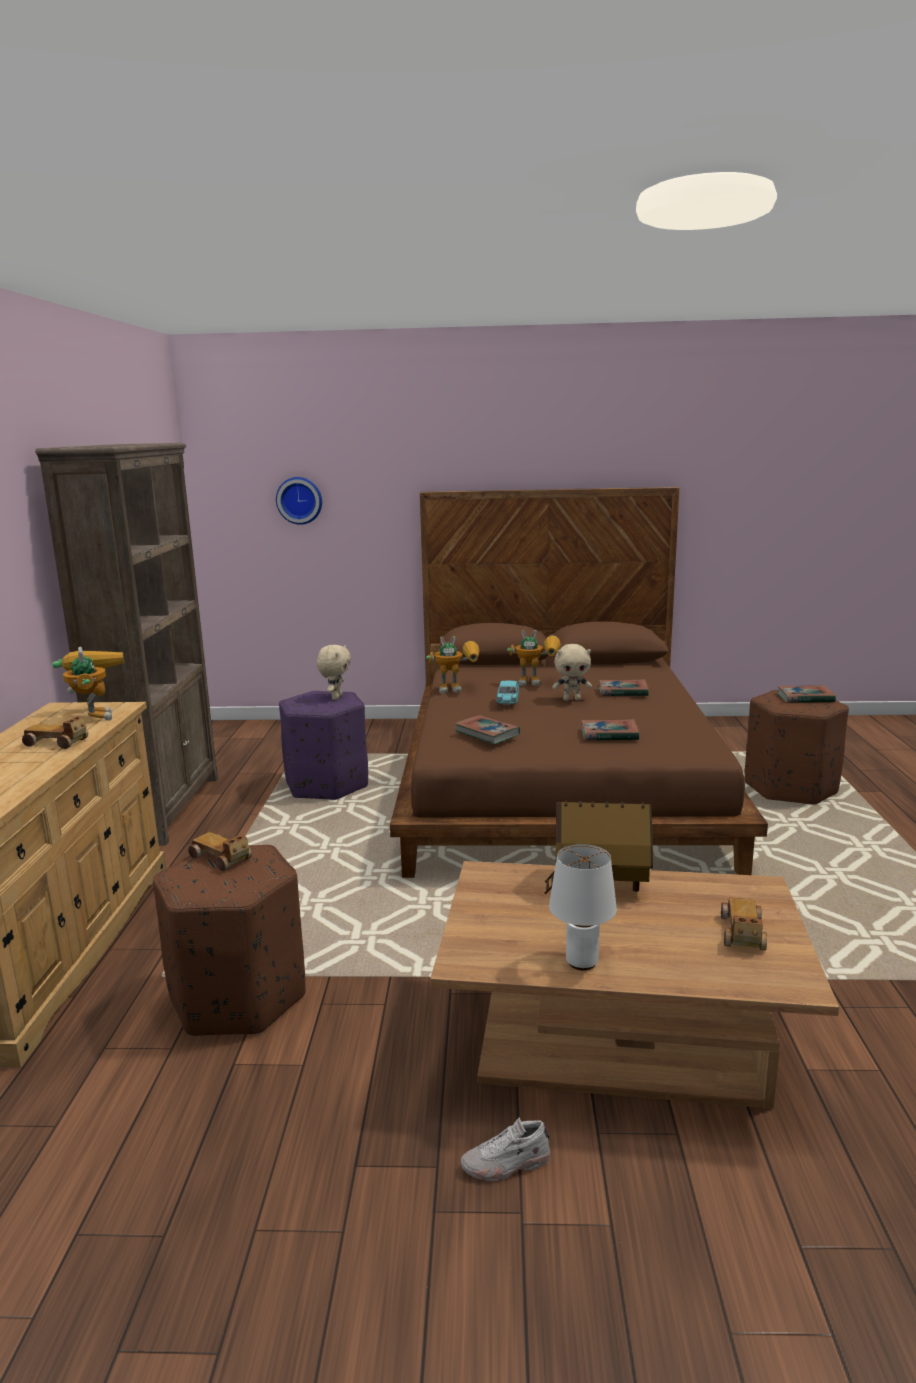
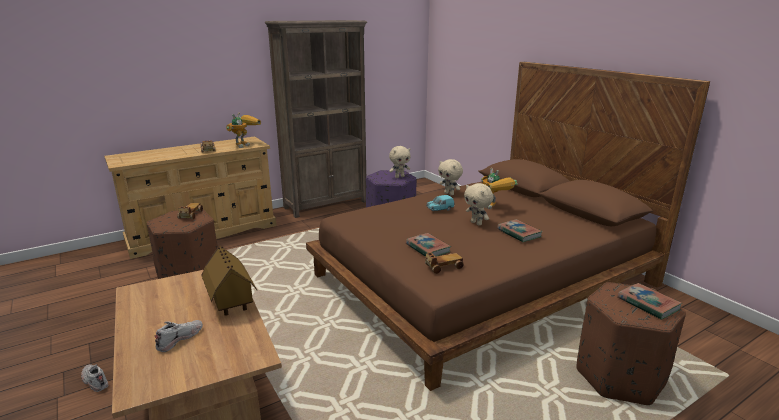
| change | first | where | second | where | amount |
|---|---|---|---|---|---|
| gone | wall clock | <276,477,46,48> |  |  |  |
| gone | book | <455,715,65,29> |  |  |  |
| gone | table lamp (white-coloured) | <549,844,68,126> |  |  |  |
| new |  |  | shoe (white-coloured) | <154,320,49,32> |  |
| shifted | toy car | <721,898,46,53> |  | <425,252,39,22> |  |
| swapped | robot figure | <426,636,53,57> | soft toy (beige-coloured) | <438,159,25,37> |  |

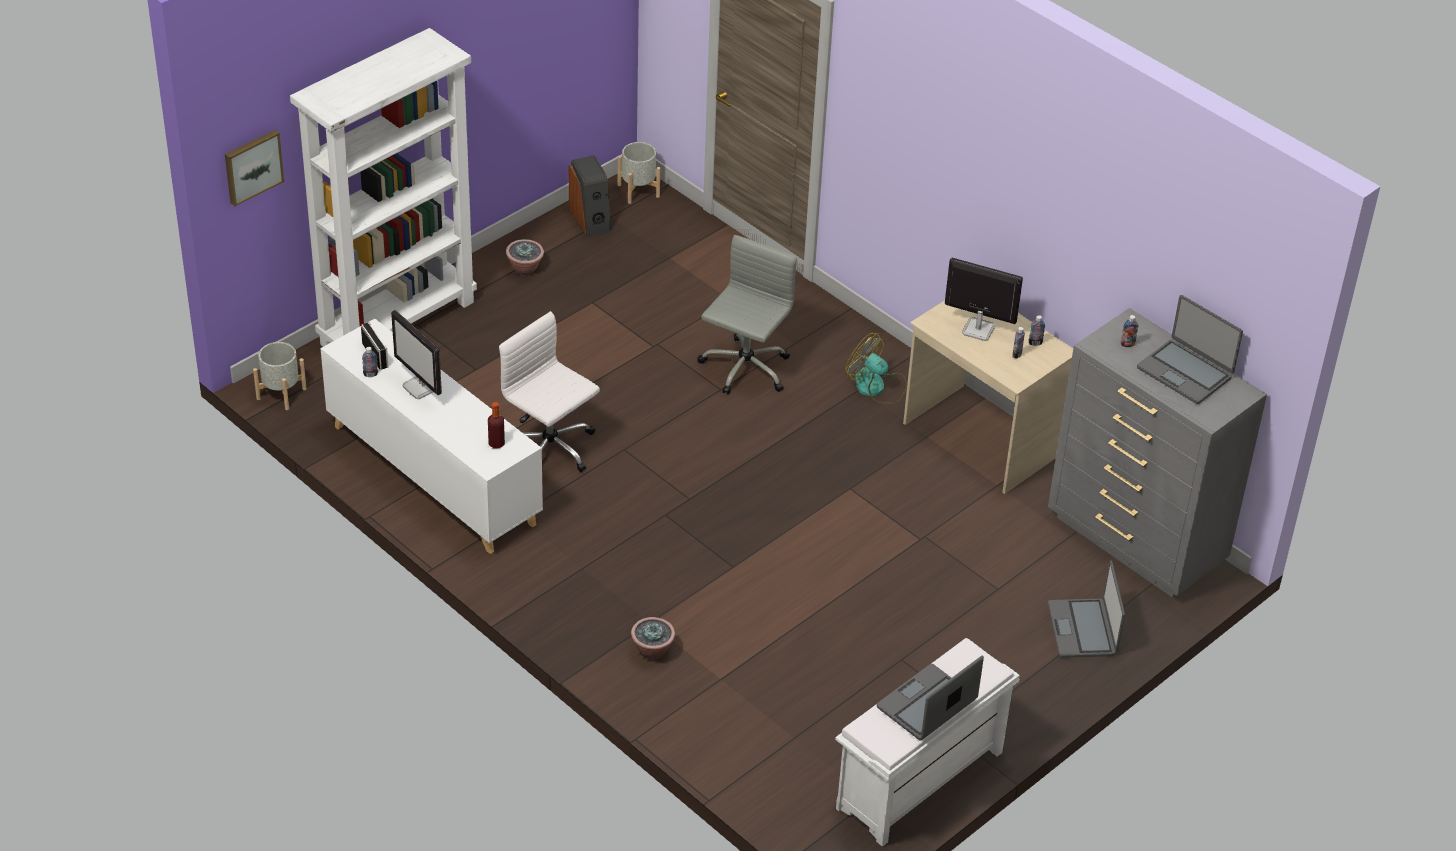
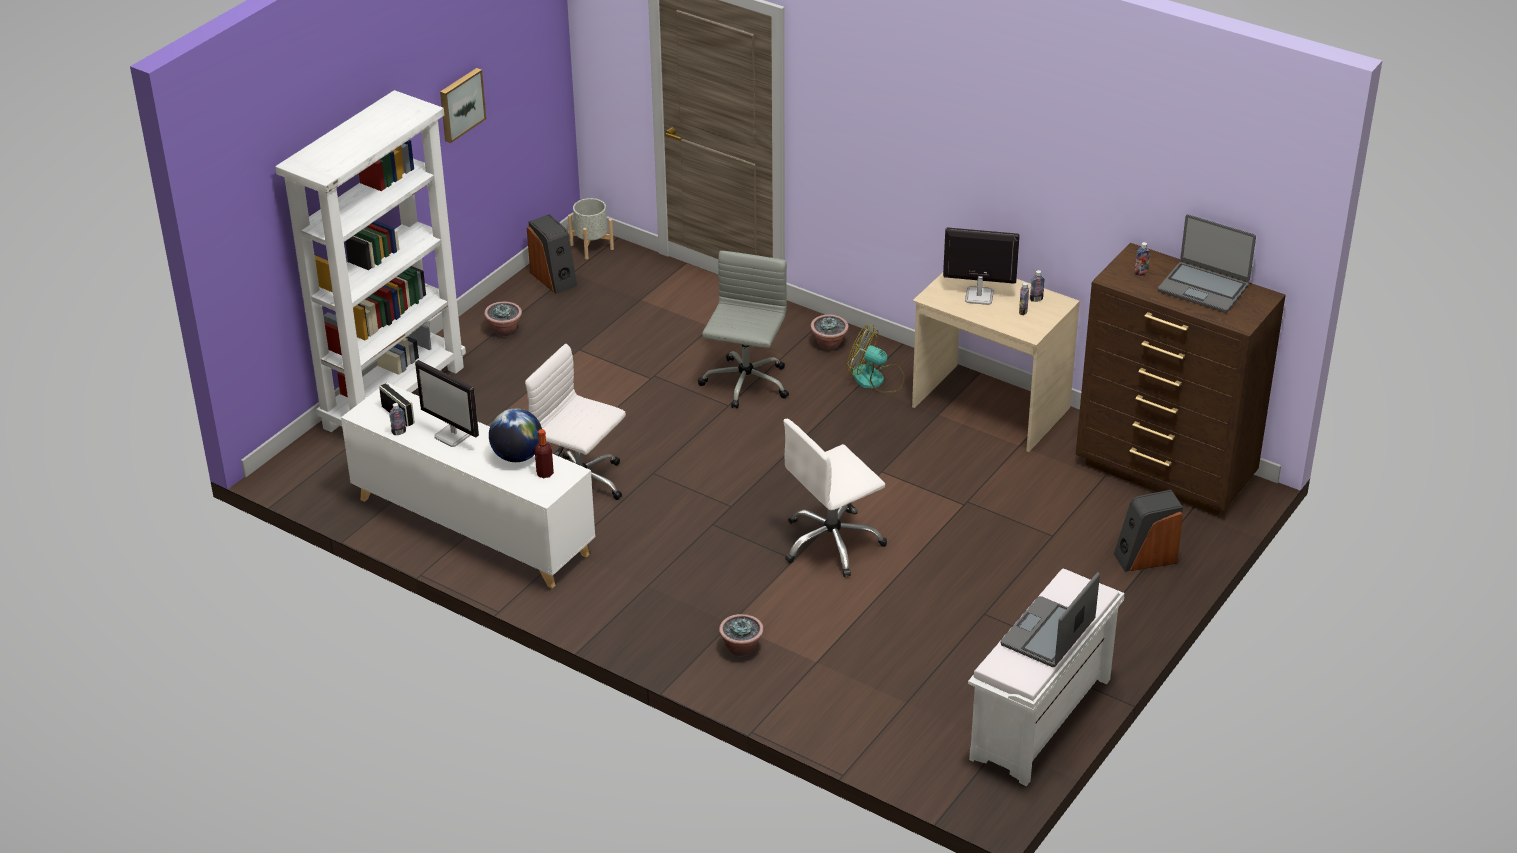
| change | first | where | second | where | amount |
|---|---|---|---|---|---|
| gone | plant pot (greyish) | <253,342,53,68> |  |  |  |
| new |  |  | desk globe | <489,408,53,54> |  |
| new |  |  | office chair (white-coloured) | <783,419,104,158> |  |
| new |  |  | potted plant | <811,314,38,36> |  |
| shifted | wall picture | <225,130,59,76> |  | <440,68,46,75> |  |
| swapped | portable computer | <1048,560,77,98> | loudspeaker | <1114,490,69,82> |  |
| repainted | dresser (greyish) | <1048,308,219,290> | dresser (brown-coloured) | <1076,243,210,272> |  |

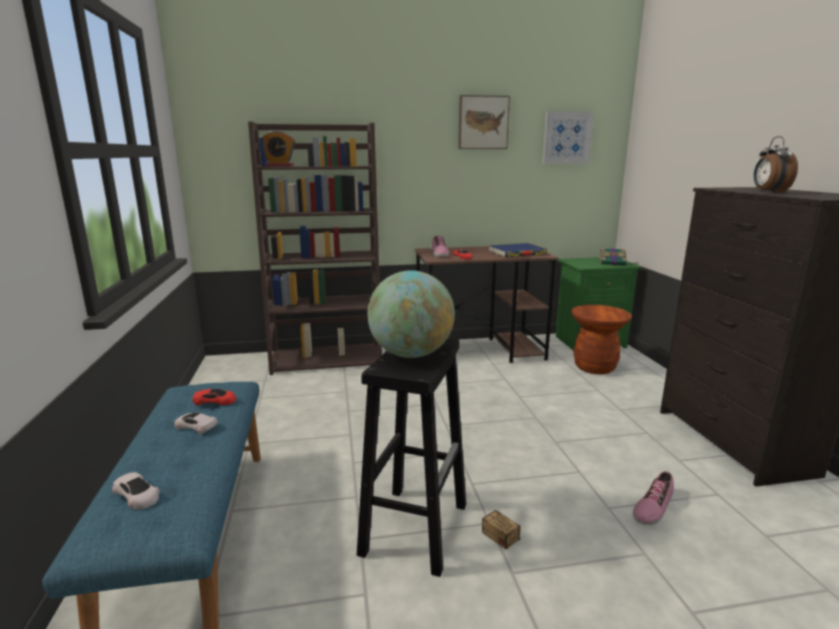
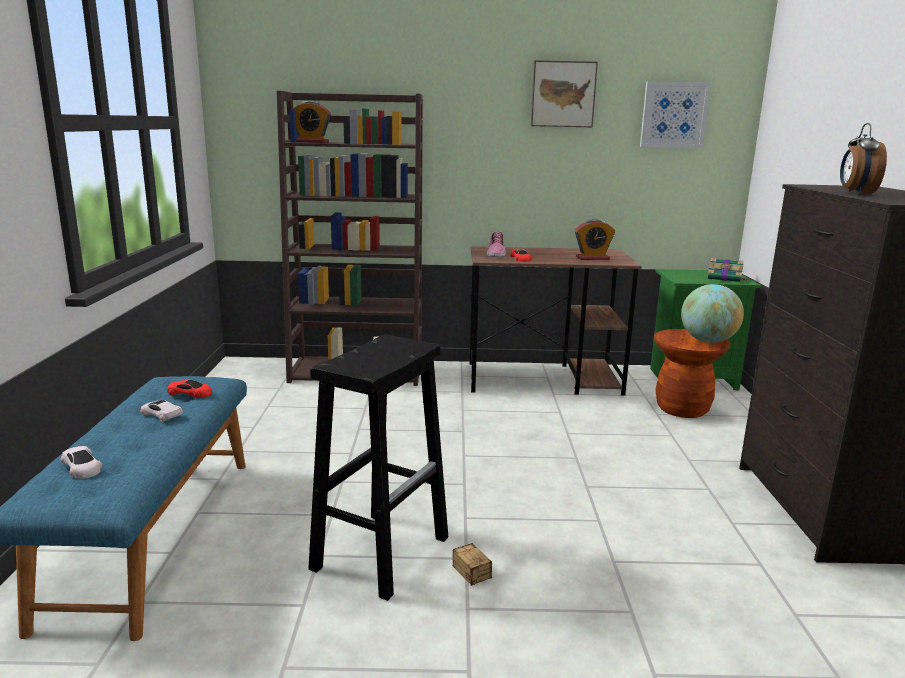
| change | first | where | second | where | amount |
|---|---|---|---|---|---|
| gone | shoe | <633,471,41,54> |  |  |  |
| shifted | desk globe | <367,270,88,88> |  | <681,284,63,59> |  |
| swapped | book (blue) | <489,243,58,14> | alarm clock | <575,219,40,41> |  |

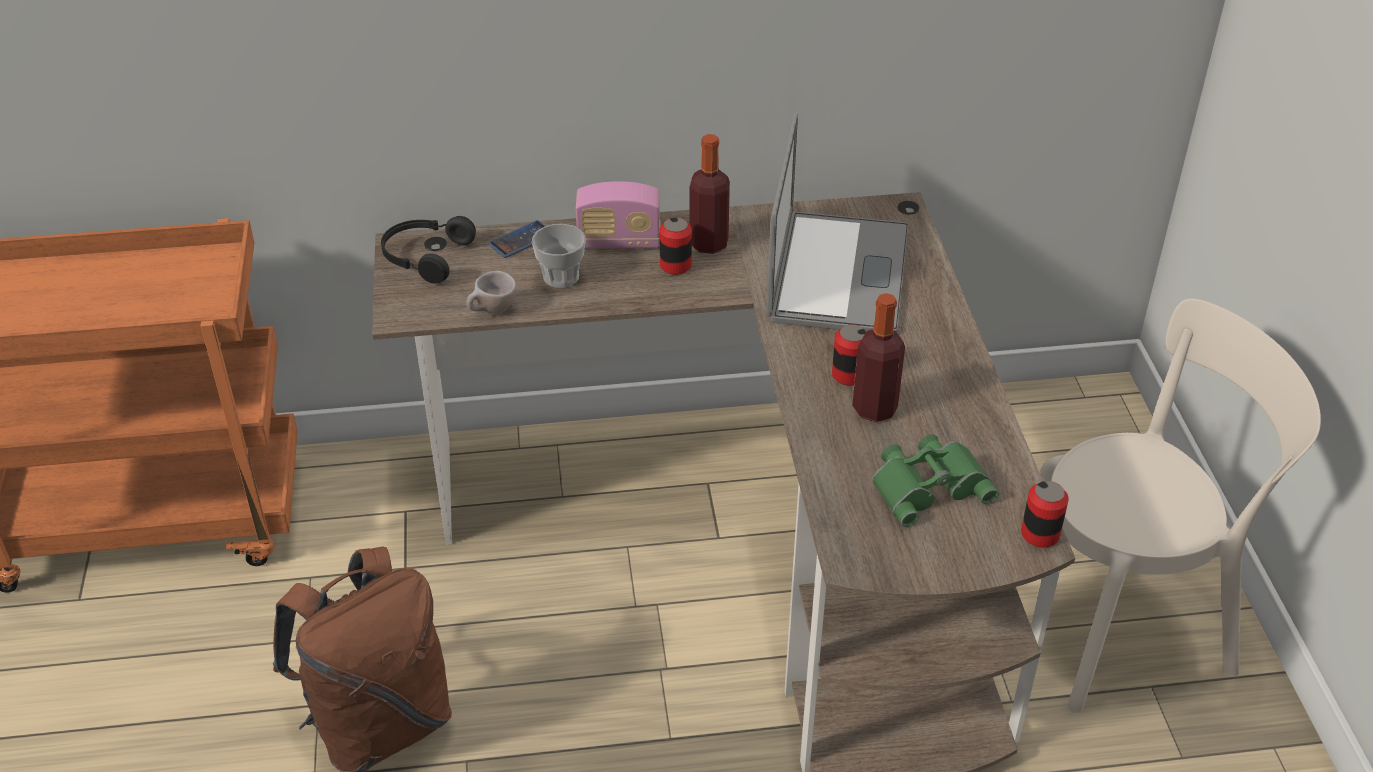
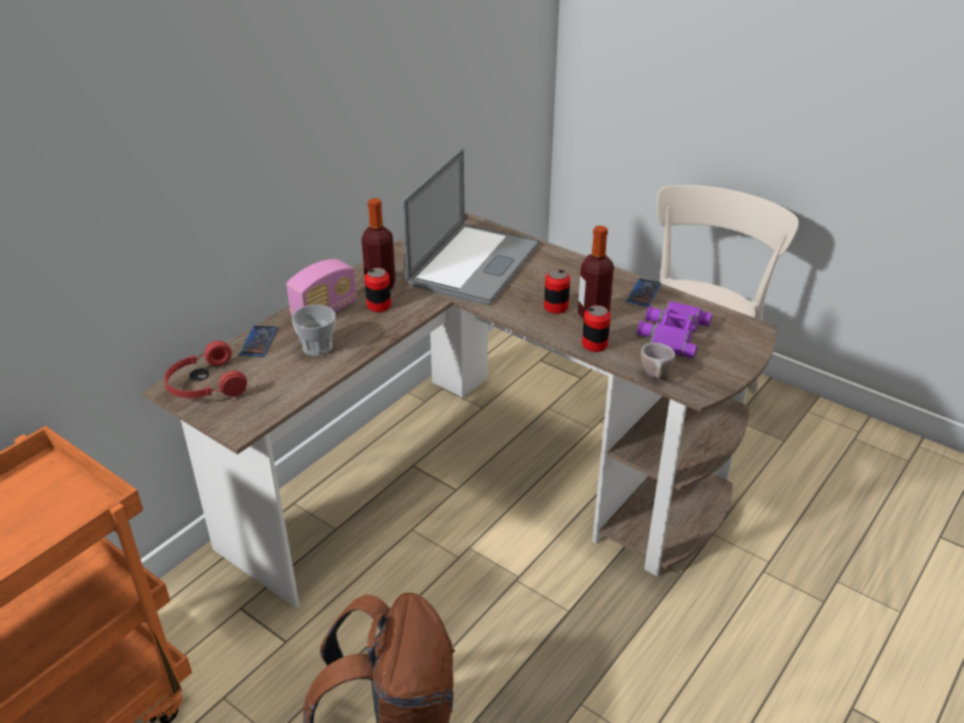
| change | first | where | second | where | amount |
|---|---|---|---|---|---|
| new |  |  | phone | <626,278,35,29> |  |
| shifted | drinking cup (beige-coloured) | <466,271,51,43> |  | <641,342,34,37> |  |
| shifted | metal can | <1021,481,48,66> |  | <582,305,29,47> |  |
| repainted | headset (black-coloured) | <381,216,95,68> | headset (red-coloured) | <164,341,83,57> |  |
| repainted | pair of binoculars (greenish) | <872,434,127,93> | pair of binoculars (purplish) | <637,301,75,58> |  |
| rotated | portable computer | <766,112,143,220> |  | <401,148,139,157> | 60 degrees clockwise |

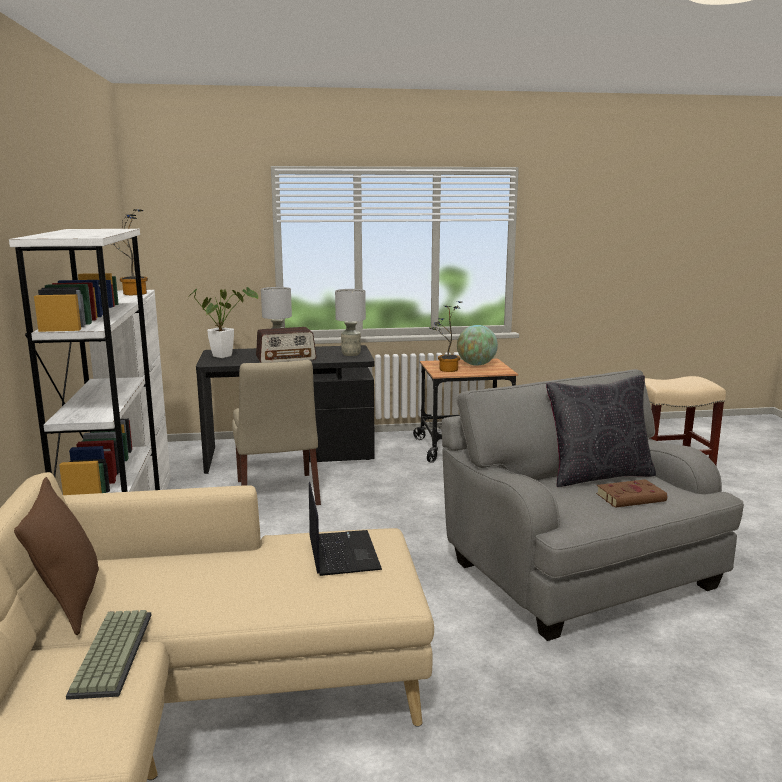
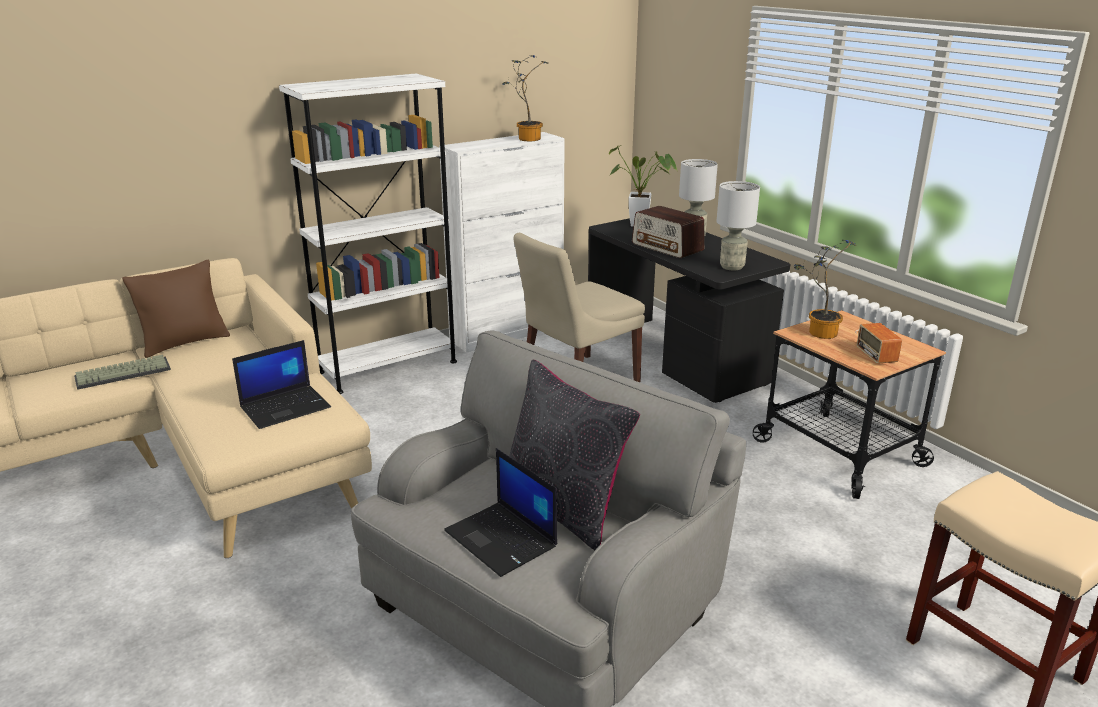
| change | first | where | second | where | amount |
|---|---|---|---|---|---|
| swapped | desk globe | <457,325,41,41> | radio set | <855,323,47,41> |  |
| swapped | book (brown-coloured) | <596,479,71,29> | portable computer | <444,448,113,129> |  |

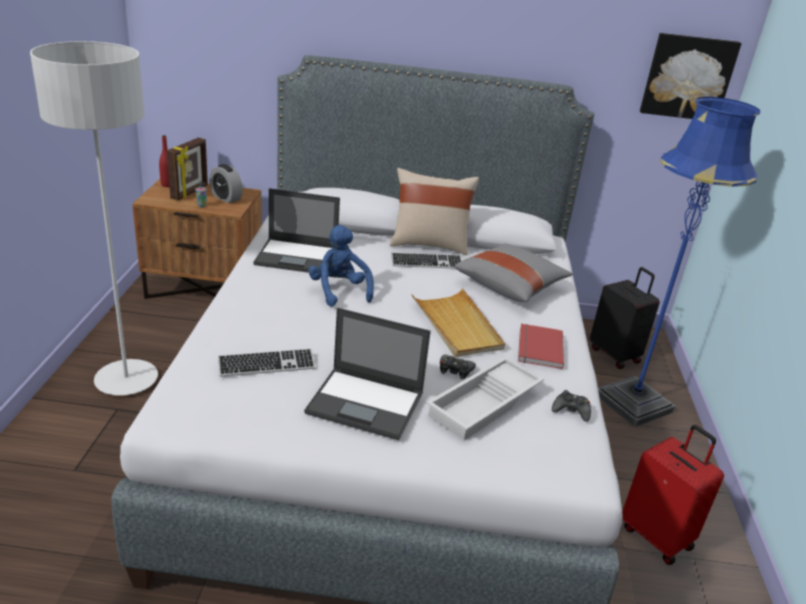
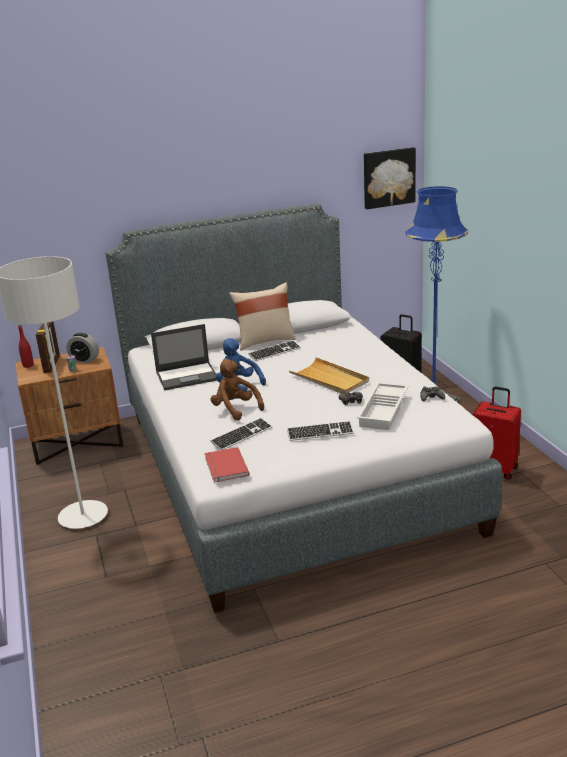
| change | first | where | second | where | amount |
|---|---|---|---|---|---|
| gone | pillow (greyish) | <455,243,118,59> |  |  |  |
| new |  |  | soft toy (brown-coloured) | <211,359,53,62> |  |
| shifted | book (red-coloured) | <518,324,46,45> |  | <205,447,44,36> |  |
| swapped | portable computer | <304,308,127,132> | keyboard | <287,421,67,20> |  |

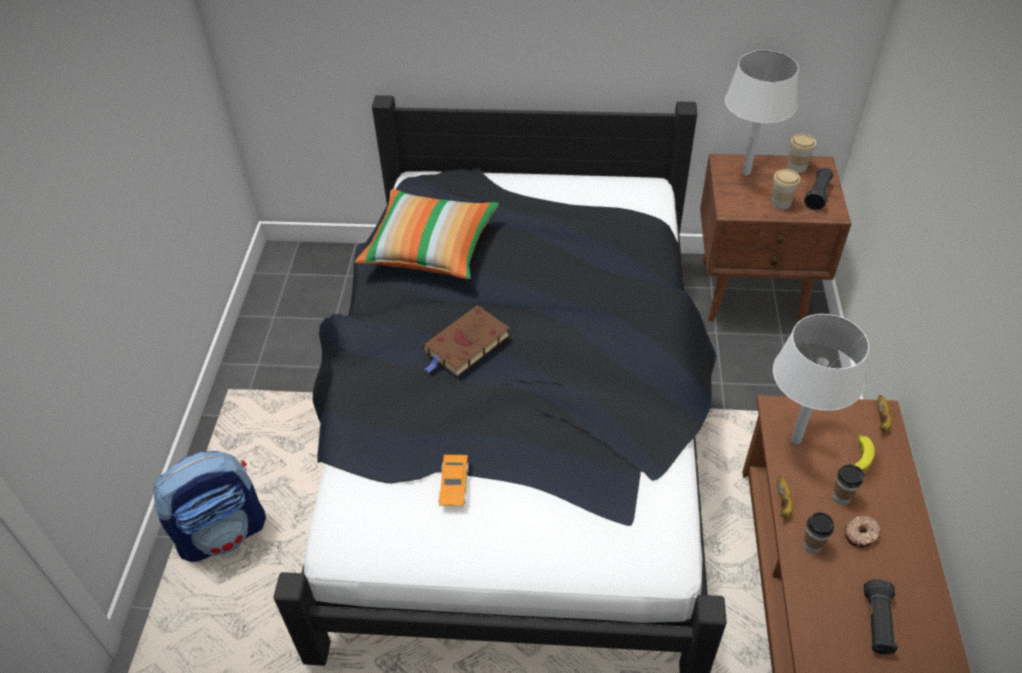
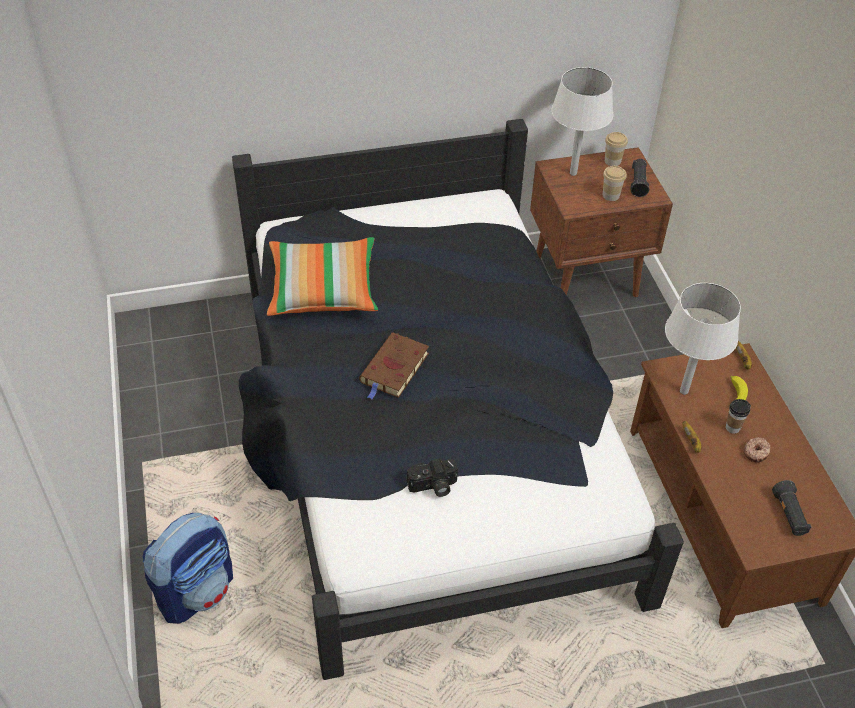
| change | first | where | second | where | amount |
|---|---|---|---|---|---|
| gone | drinking cup | <803,512,31,42> |  |  |  |
| swapped | toy car (orangey) | <439,455,30,51> | photo camera | <407,458,51,39> |  |

